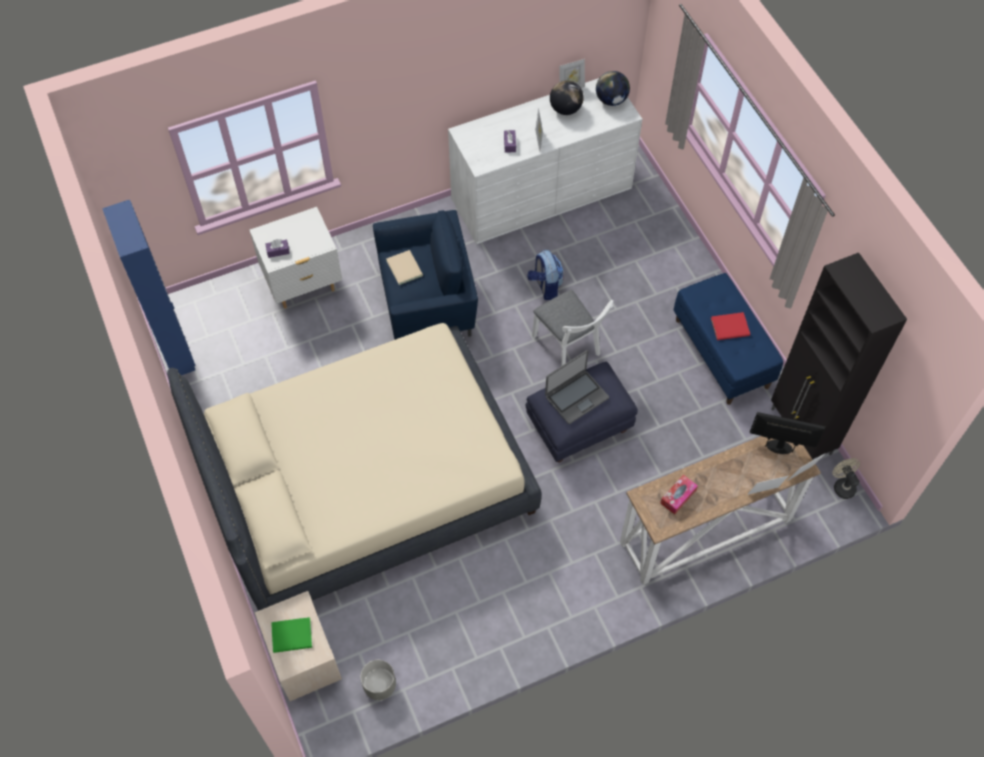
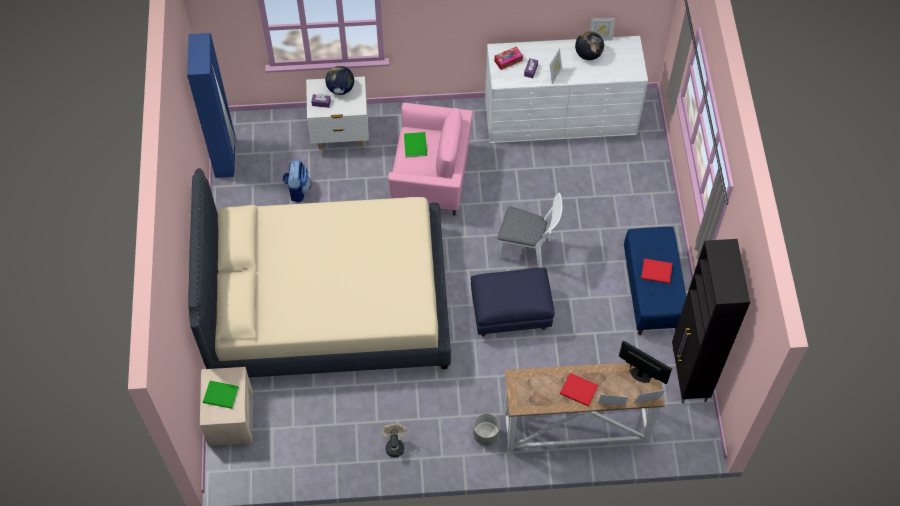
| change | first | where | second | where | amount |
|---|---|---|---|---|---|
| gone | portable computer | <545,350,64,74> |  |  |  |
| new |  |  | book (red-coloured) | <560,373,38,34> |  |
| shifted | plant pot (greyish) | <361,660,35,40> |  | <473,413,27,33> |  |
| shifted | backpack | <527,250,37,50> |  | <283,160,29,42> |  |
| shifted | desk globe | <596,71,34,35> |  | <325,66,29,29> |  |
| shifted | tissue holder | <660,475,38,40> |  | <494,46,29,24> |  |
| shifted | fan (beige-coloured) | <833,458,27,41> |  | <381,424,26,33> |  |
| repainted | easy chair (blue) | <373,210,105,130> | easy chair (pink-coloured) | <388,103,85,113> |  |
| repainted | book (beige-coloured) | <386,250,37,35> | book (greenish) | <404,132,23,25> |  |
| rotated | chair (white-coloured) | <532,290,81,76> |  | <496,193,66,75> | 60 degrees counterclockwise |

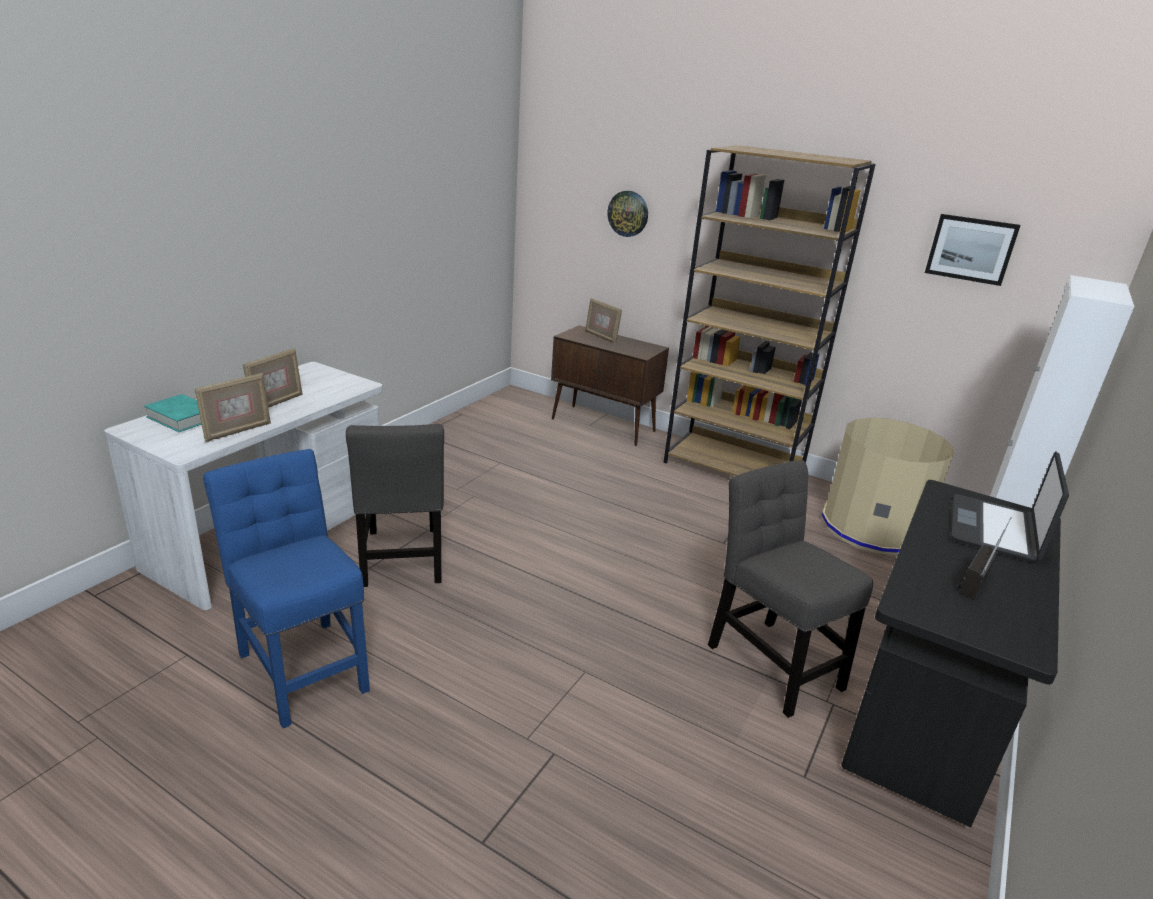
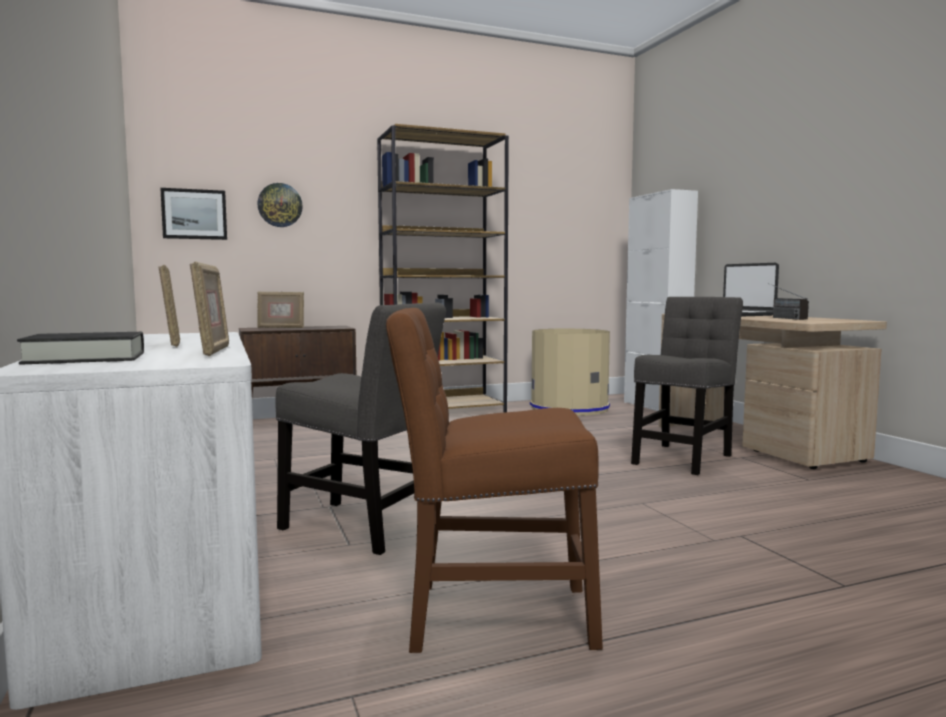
| change | first | where | second | where | amount |
|---|---|---|---|---|---|
| shifted | wall picture | <925,214,96,72> |  | <160,188,67,52> |  |
| repainted | book (turquoise-coloured) | <144,394,58,38> | book (black-coloured) | <17,332,127,33> |  |
| repainted | chair (blue) | <203,449,167,279> | chair (brown-coloured) | <386,308,217,345> |  |
| repainted | desk unit (black-coloured) | <841,480,220,347> | desk unit (beige-coloured) | <658,314,229,155> |  |
| rotated | chair (greyish) | <708,460,165,258> |  | <631,297,112,178> | 120 degrees clockwise |

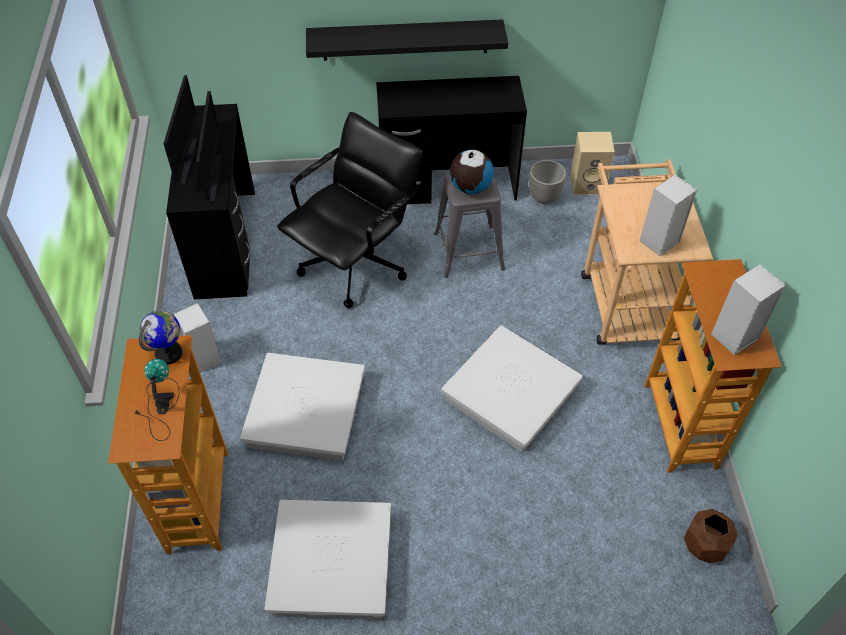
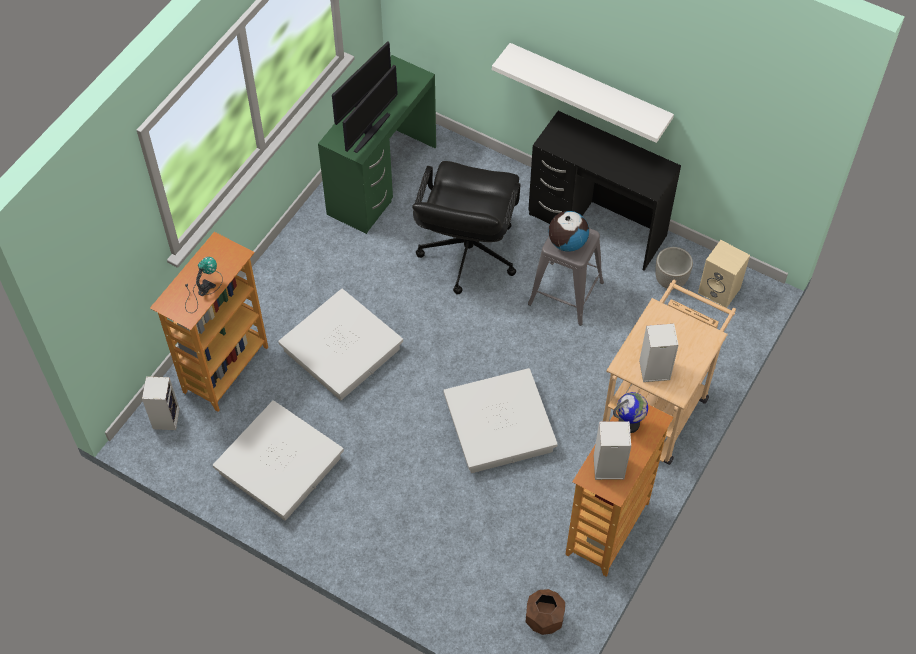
| change | first | where | second | where | amount |
|---|---|---|---|---|---|
| shifted | desk globe | <139,310,43,55> |  | <613,392,35,41> |  |
| shifted | loudspeaker | <174,303,48,69> |  | <142,376,38,54> |  |
| repainted | desk unit (black-coloured) | <166,104,89,195> | desk unit (greenish) | <318,55,118,179> |  |
| repainted | shelf (black-coloured) | <306,19,202,42> | shelf (white-coloured) | <492,43,182,100> |  |
| rotated | office chair (black-coloured) | <277,112,145,196> |  | <412,161,108,133> | 120 degrees clockwise |

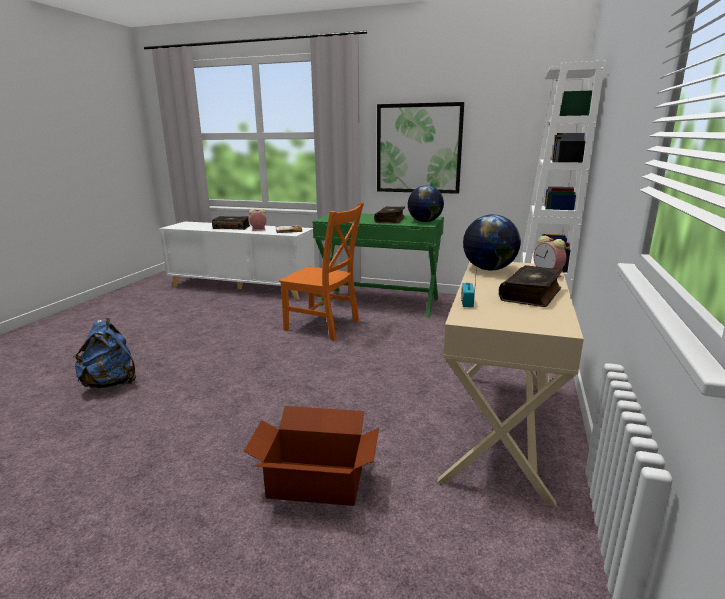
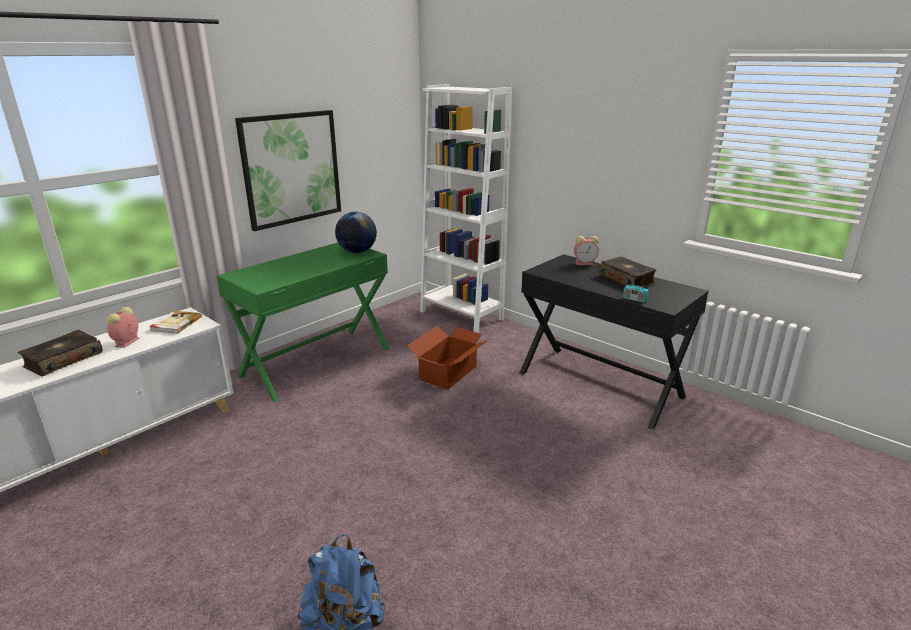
| change | first | where | second | where | amount |
|---|---|---|---|---|---|
| gone | chair (orangey) | <279,203,85,137> |  |  |  |
| gone | book | <374,207,31,16> |  |  |  |
| gone | desk globe | <463,214,58,56> |  |  |  |
| shifted | carton | <244,406,135,100> |  | <407,326,81,64> |  |
| repainted | desk unit (beige-coloured) | <437,261,147,245> | desk unit (black-coloured) | <519,254,190,176> |  |

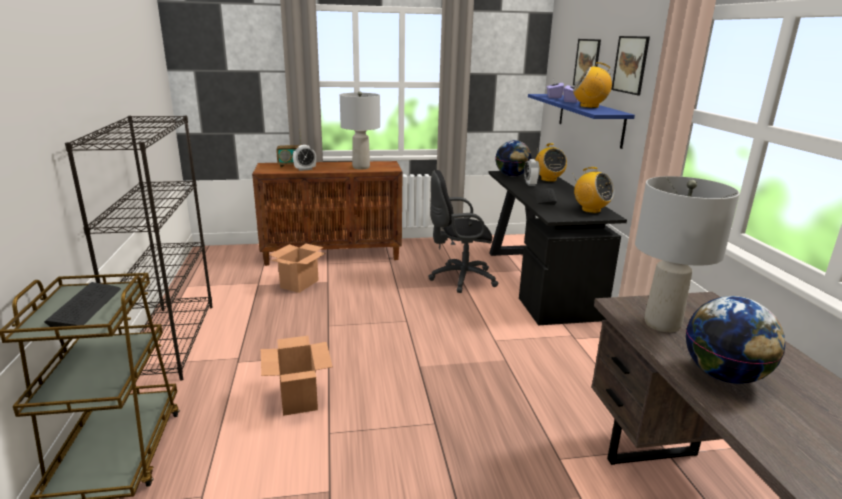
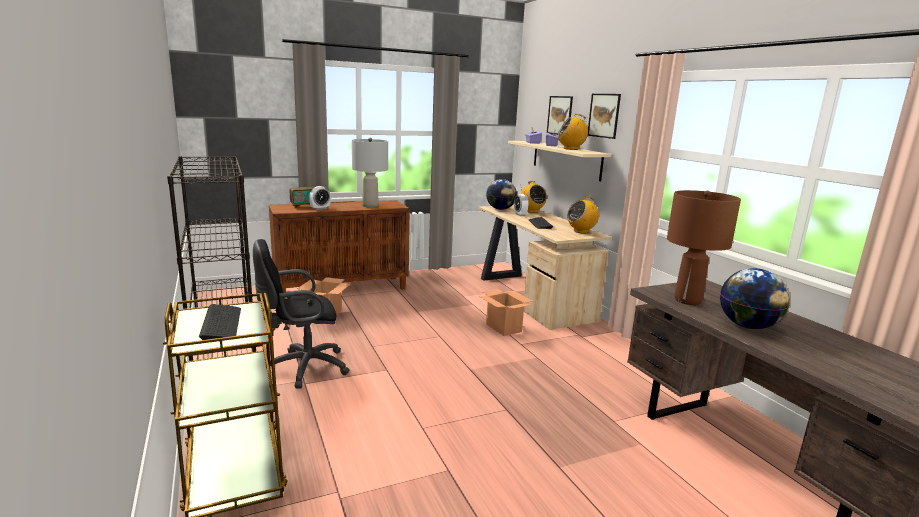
| change | first | where | second | where | amount |
|---|---|---|---|---|---|
| shifted | carton | <261,336,72,80> |  | <479,289,53,47> |  |
| shifted | office chair (black-coloured) | <428,170,71,123> |  | <253,239,96,150> |  |
| repainted | desk unit (black-coloured) | <488,171,139,155> | desk unit (beige-coloured) | <478,205,134,125> |  |
| repainted | shelf (blue) | <528,94,107,55> | shelf (beige-coloured) | <508,141,103,40> |  |
| repainted | table lamp (greyish) | <635,176,105,157> | table lamp (brown-coloured) | <667,190,74,115> |  |
| rotated | radio set | <573,167,41,46> |  | <567,196,32,37> | 120 degrees clockwise |

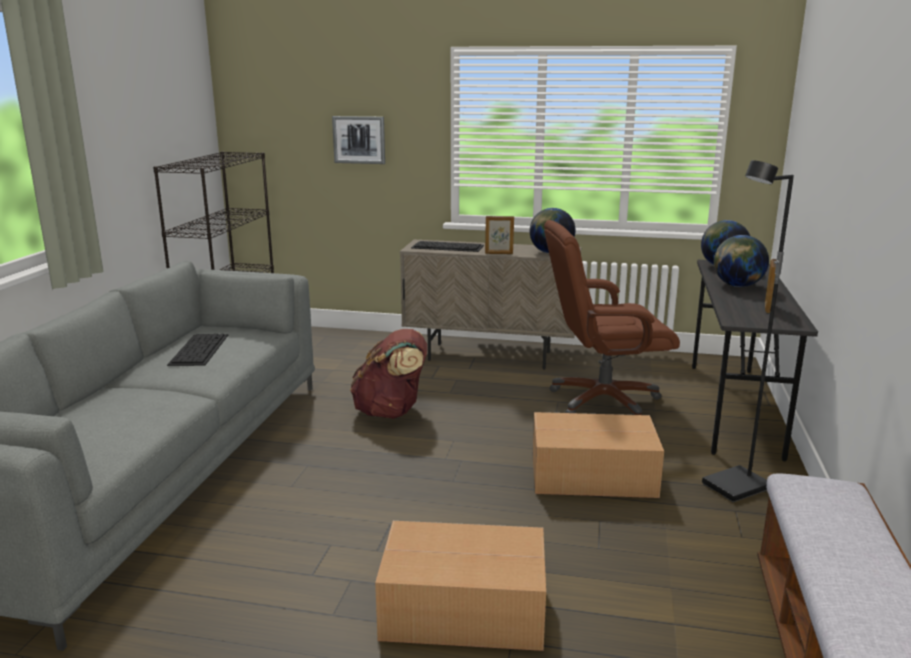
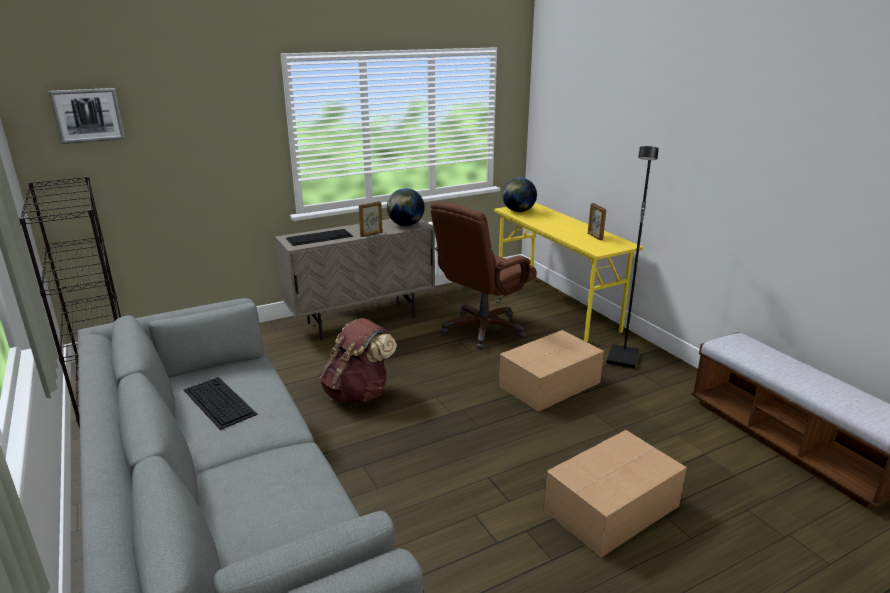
| change | first | where | second | where | amount |
|---|---|---|---|---|---|
| gone | desk globe | <714,235,55,52> |  |  |  |
| shifted | wall picture | <332,116,53,48> |  | <49,88,76,56> |  |
| repainted | desk unit (greyish) | <692,260,126,201> | desk unit (yellow) | <494,203,149,139> |  |

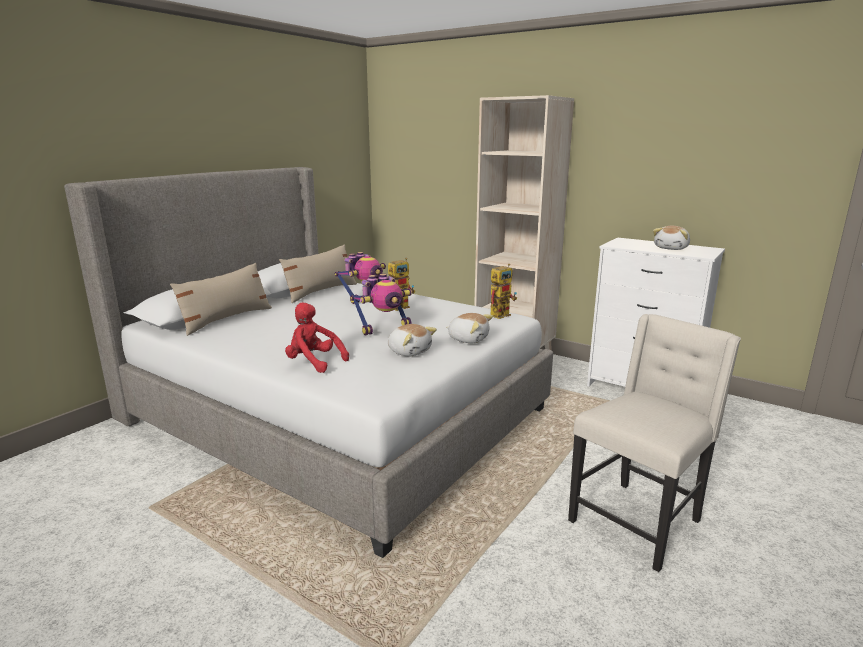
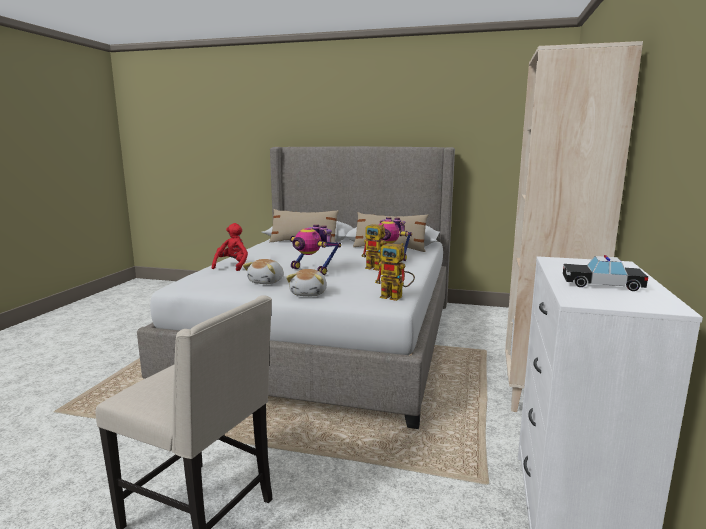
| change | first | where | second | where | amount |
|---|---|---|---|---|---|
| swapped | soft toy | <653,226,37,24> | toy car | <563,255,85,36> |  |

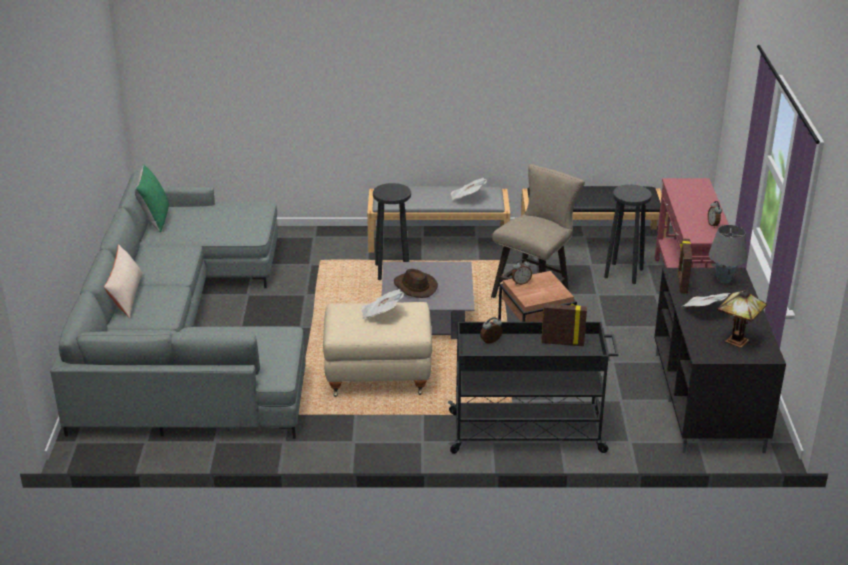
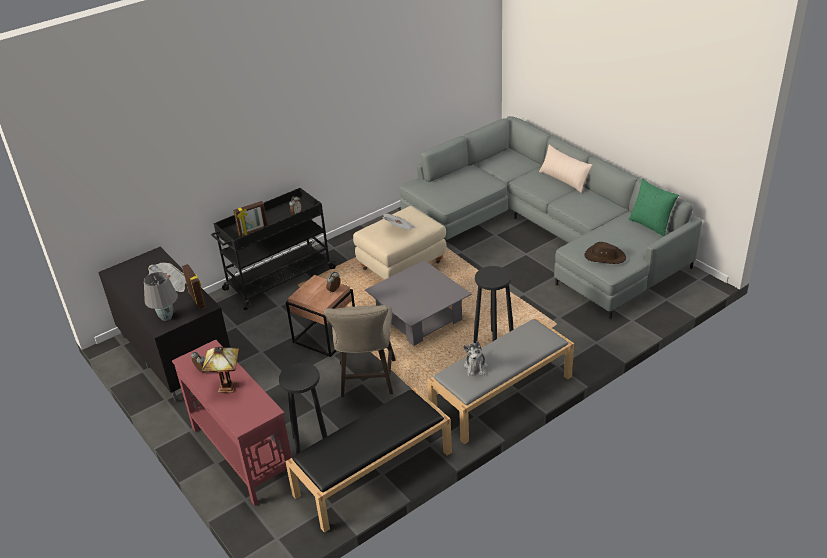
| change | first | where | second | where | amount |
|---|---|---|---|---|---|
| shifted | hat (brown-coloured) | <394,269,44,29> |  | <584,242,42,22> |  |
| shifted | table lamp | <717,290,50,58> |  | <202,347,37,46> |  |
| swapped | printed paper | <451,178,36,22> | soft toy | <463,341,25,35> |  |

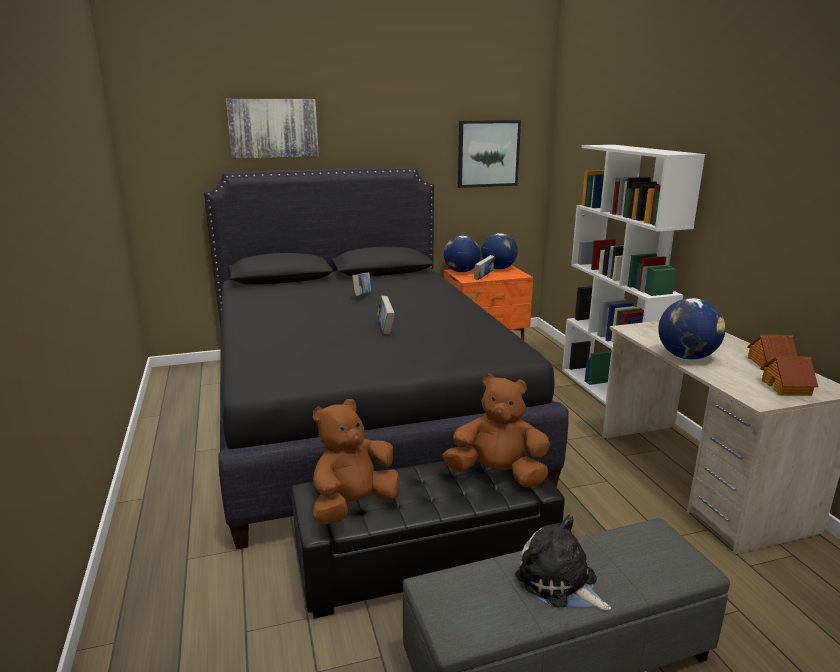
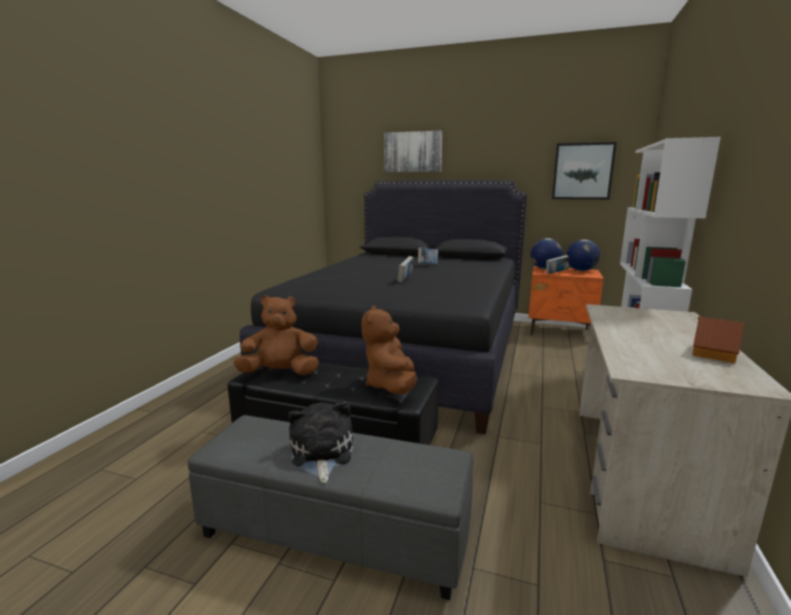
| change | first | where | second | where | amount |
|---|---|---|---|---|---|
| gone | desk globe | <659,298,66,62> |  |  |  |
| gone | toy house | <760,356,59,40> |  |  |  |
| rotated | soft toy (brown-coloured) | <442,374,108,114> |  | <362,306,55,88> | 135 degrees counterclockwise |

